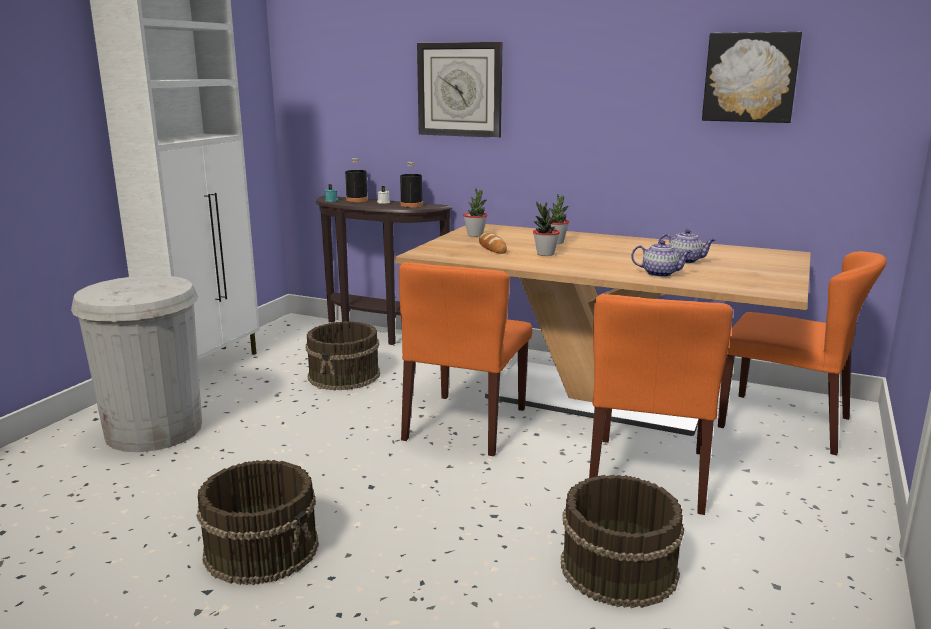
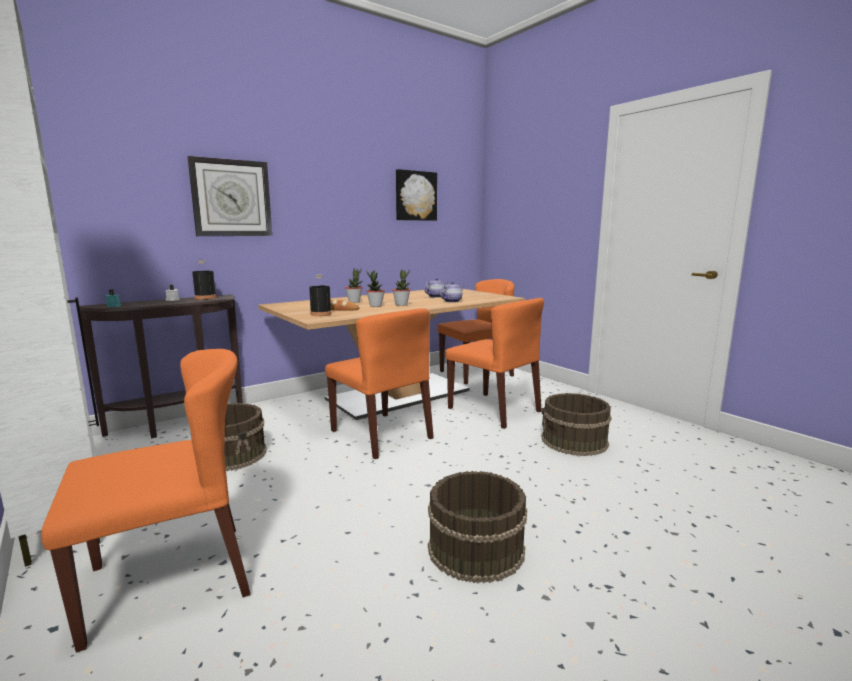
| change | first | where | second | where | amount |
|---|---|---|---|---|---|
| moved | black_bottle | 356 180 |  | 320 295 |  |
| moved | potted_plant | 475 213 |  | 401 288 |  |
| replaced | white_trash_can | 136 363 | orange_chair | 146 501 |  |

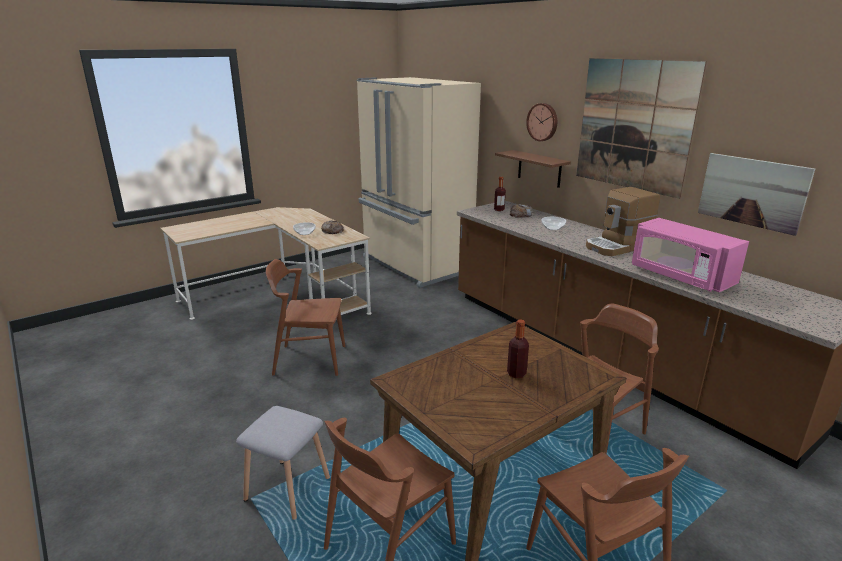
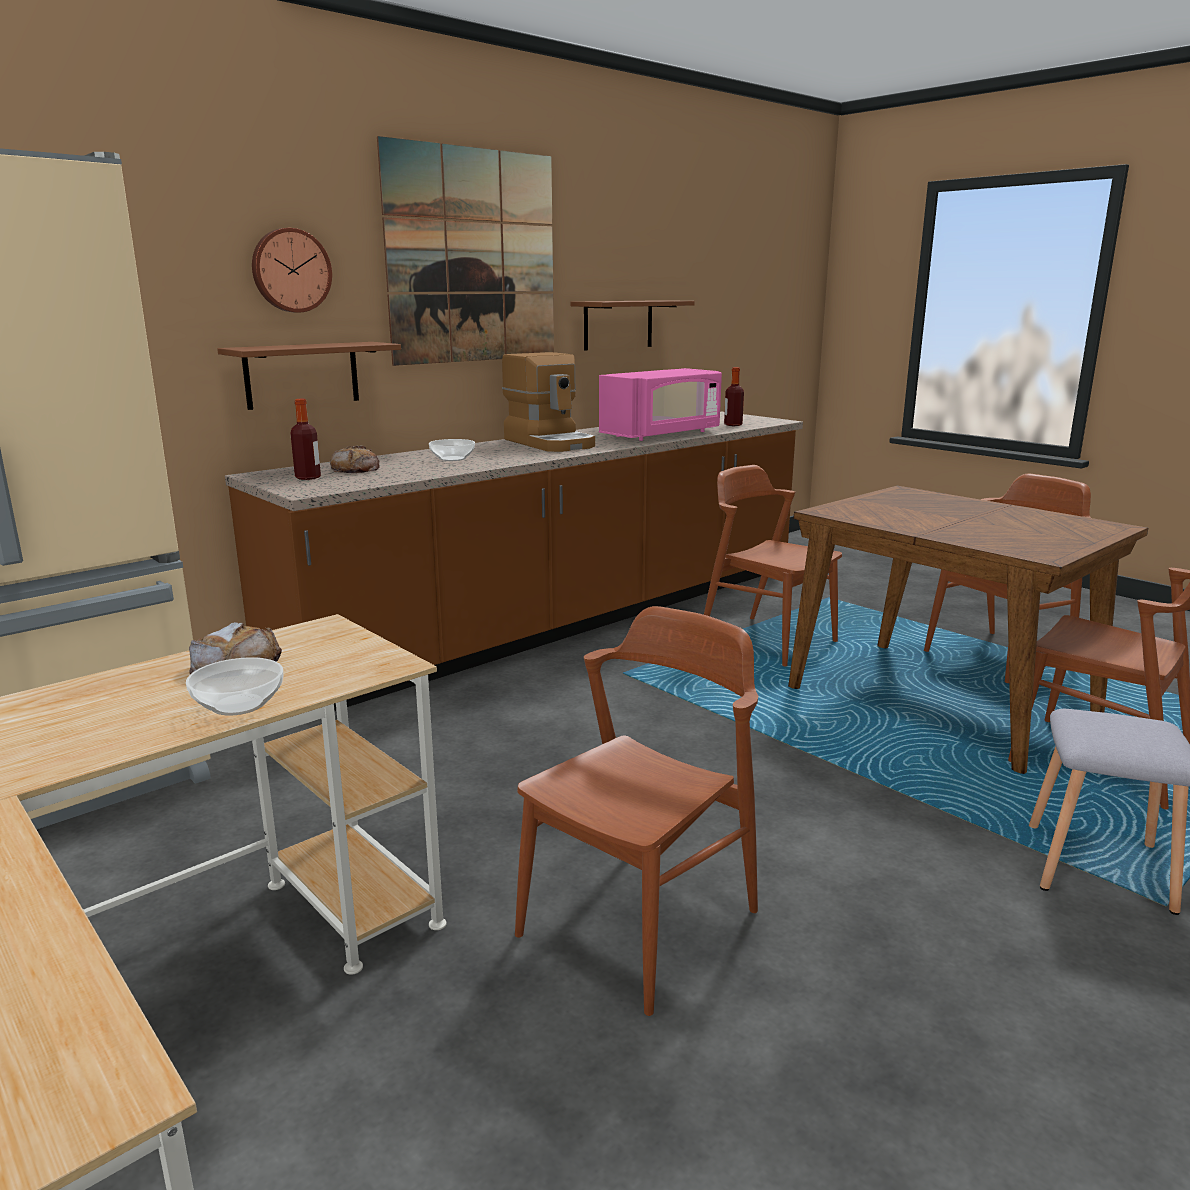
| change | first | where | second | where | amount |
|---|---|---|---|---|---|
| moved | bottle | 518 348 |  | 734 396 |  |
| replaced | picture | 756 194 | brown_shelf | 633 325 |  |
| turned | brown_chair | 305 317 |  | 636 811 | 135 degrees counterclockwise |

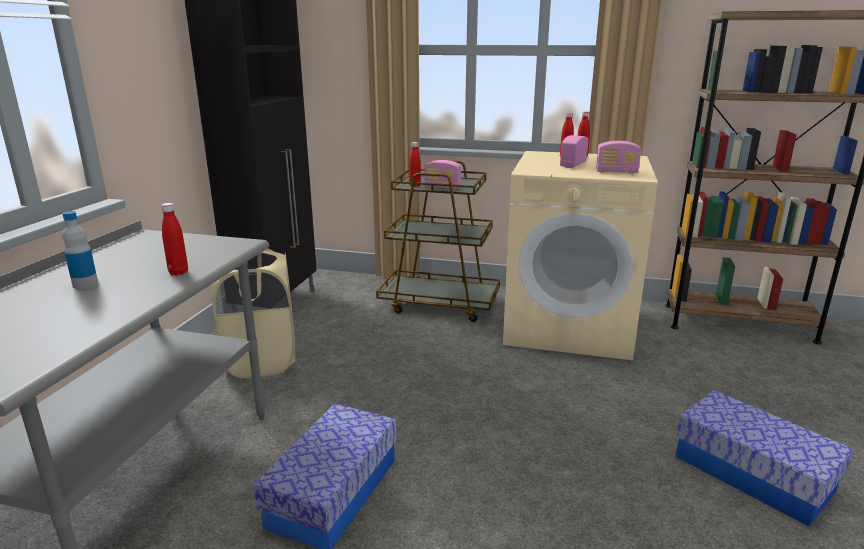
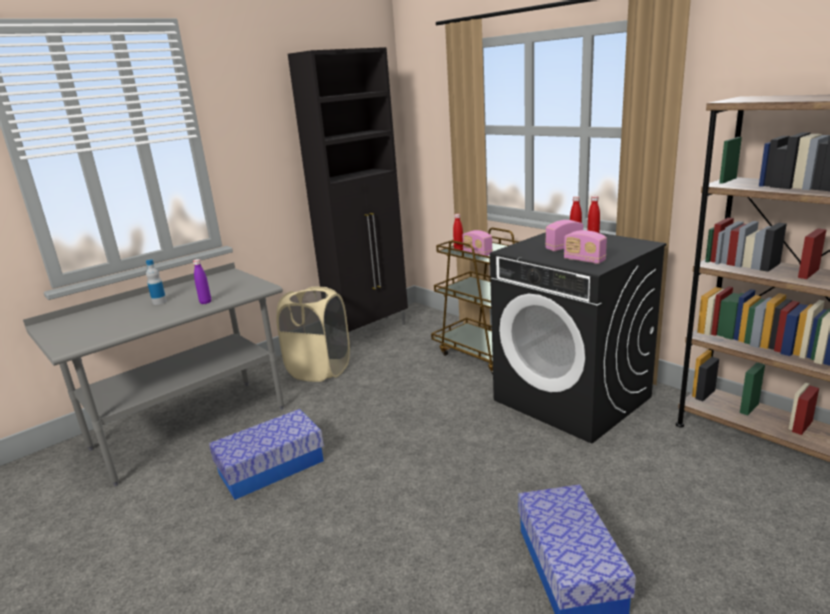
| change | first | where | second | where | amount |
|---|---|---|---|---|---|
| recoloured | red_bottle | 174 239 | purple_bottle | 202 281 |  |
| recoloured | beige_washing_machine | 580 255 | black_washing_machine | 578 338 |  |

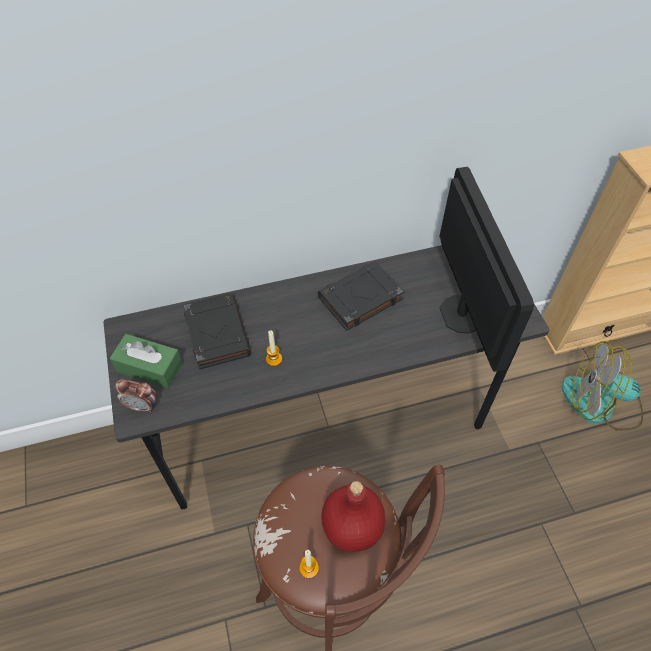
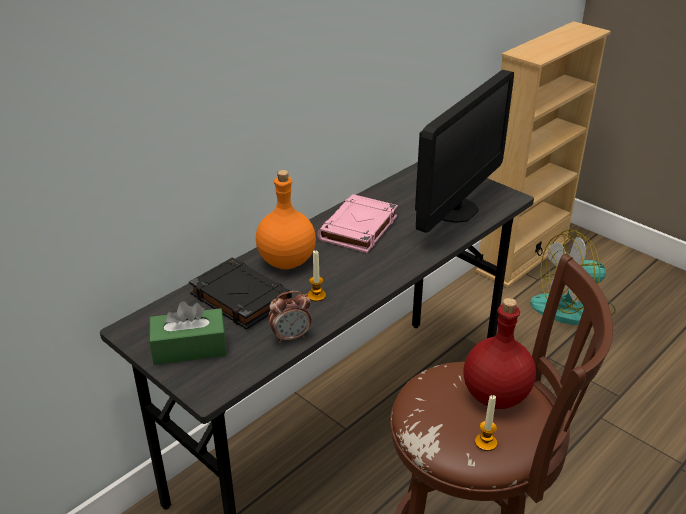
| change | first | where | second | where | amount |
|---|---|---|---|---|---|
| added |  |  | orange_bottle | 286 219 |  |
| moved | alarm_clock | 136 395 |  | 289 317 |  |
| recoloured | black_book | 361 296 | pink_book | 357 223 |  |
| turned | monitor | 486 269 |  | 464 151 | 75 degrees clockwise |

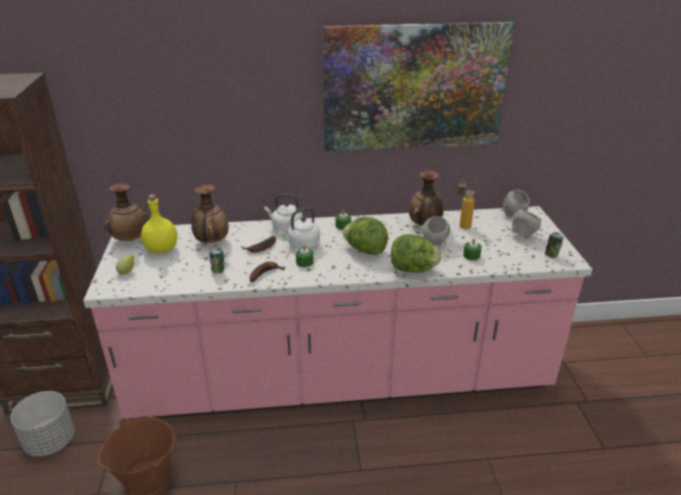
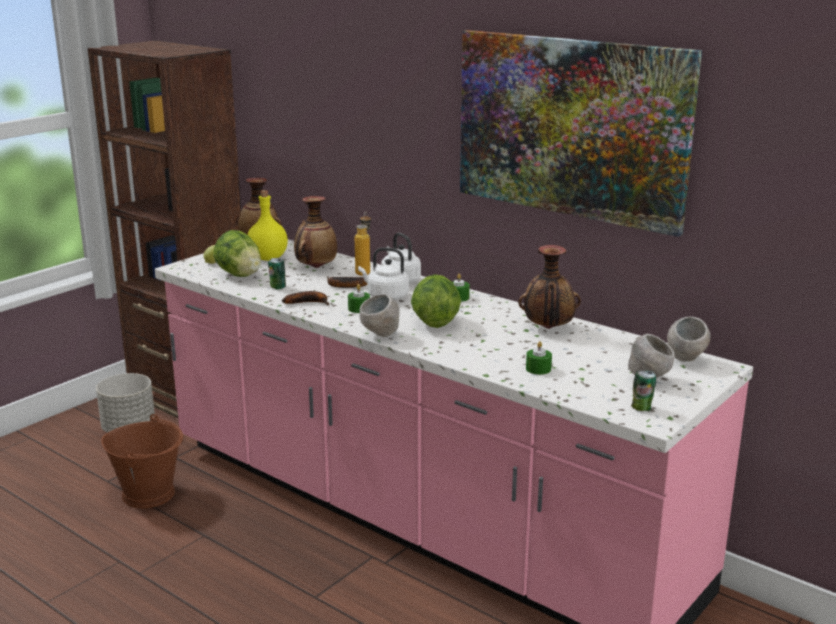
| change | first | where | second | where | amount |
|---|---|---|---|---|---|
| moved | lettuce | 416 253 |  | 237 253 |  |
| moved | grey_bowl | 436 230 |  | 380 315 |  |
| moved | bottle | 466 204 |  | 363 243 |  |

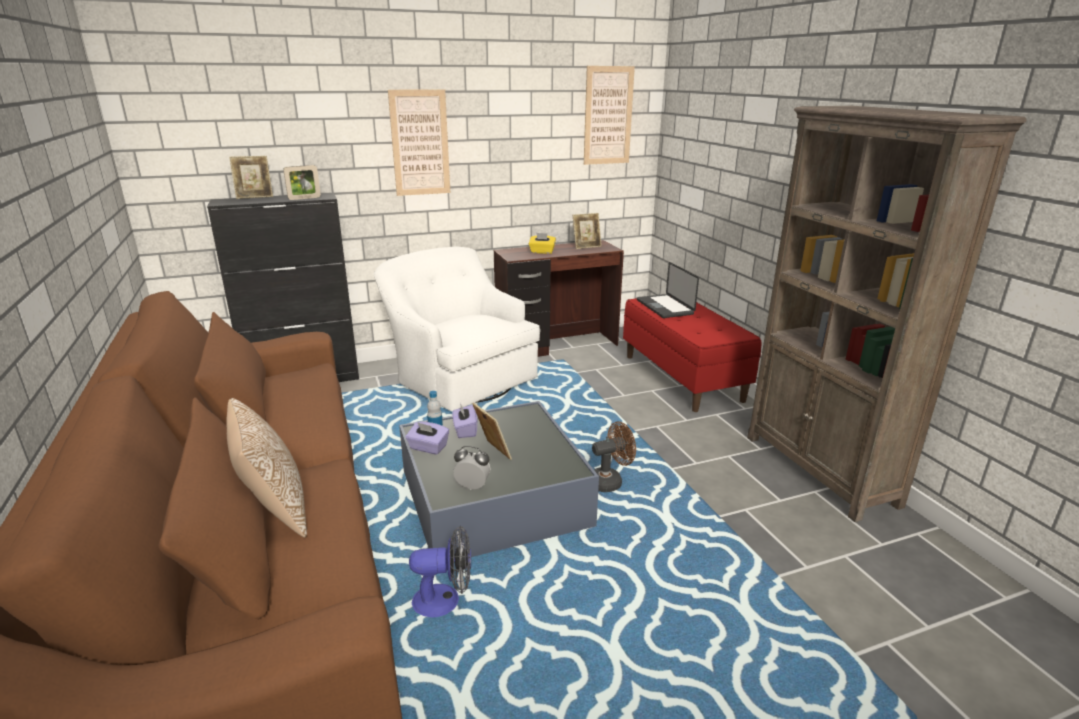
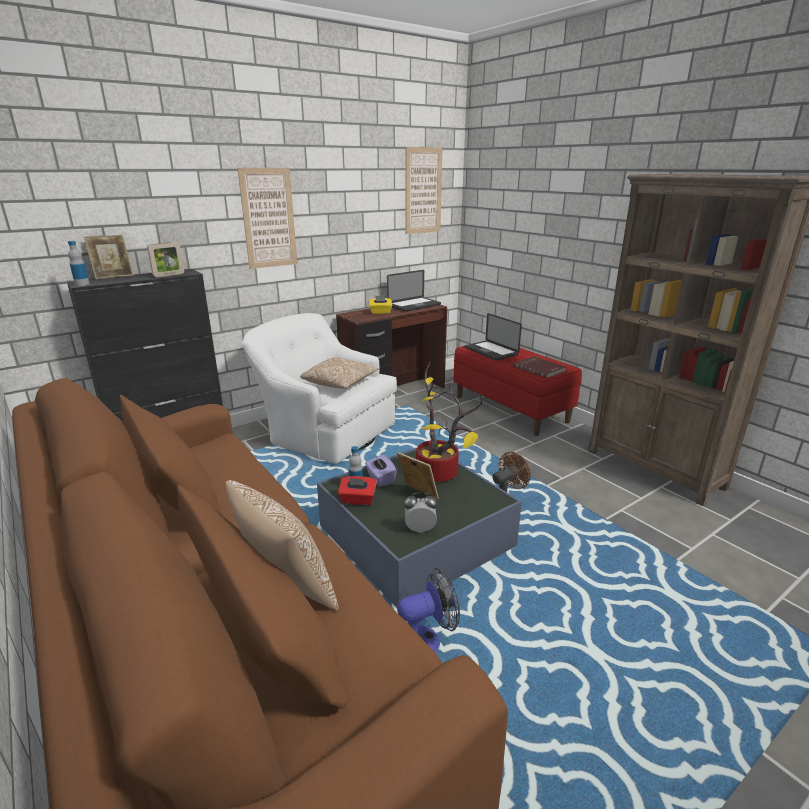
| change | first | where | second | where | amount |
|---|---|---|---|---|---|
| added |  |  | bottle | 78 263 |  |
| added |  |  | pillow | 339 373 |  |
| added |  |  | potted_plant | 449 421 |  |
| added |  |  | red_book | 540 367 |  |
| replaced | picture_frame | 587 231 | laptop | 414 291 |  |
| recoloured | purple_tissue_box | 427 438 | red_tissue_box | 357 490 |  |

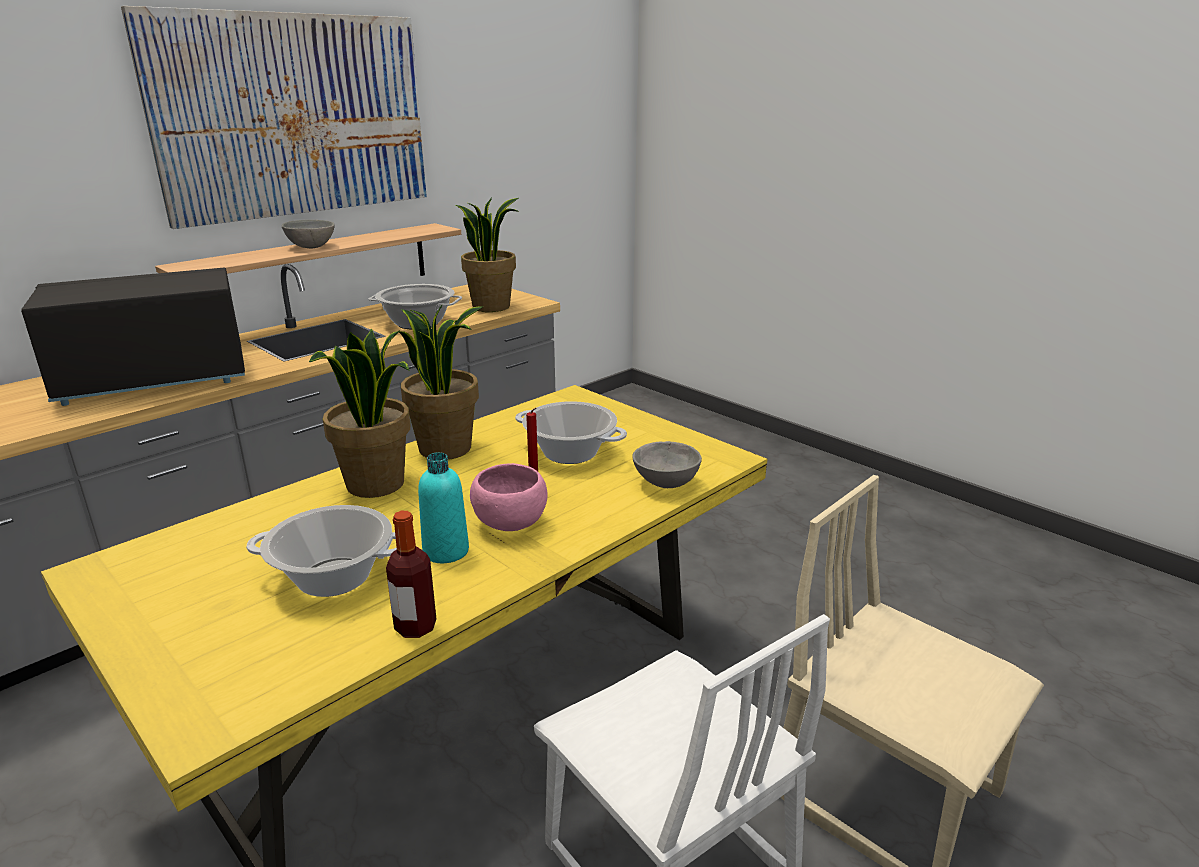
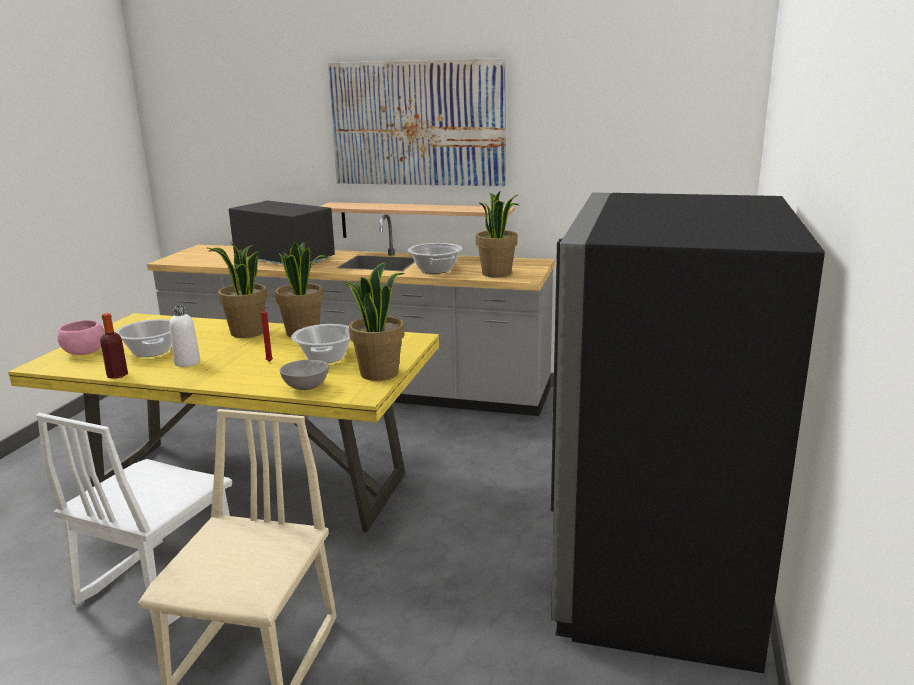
| change | first | where | second | where | amount |
|---|---|---|---|---|---|
| removed | grey_bowl | 308 234 |  |  |  |
| added |  |  | potted_plant | 374 321 |  |
| added |  |  | black_fridge | 688 433 |  |
| moved | pink_bowl | 509 497 |  | 81 337 |  |
| recoloured | turquoise_bottle | 443 507 | white_bottle | 185 336 |  |

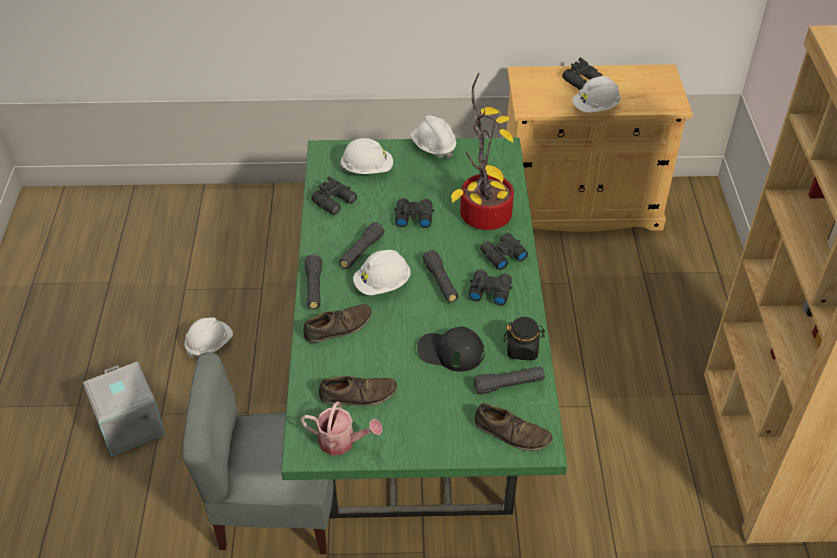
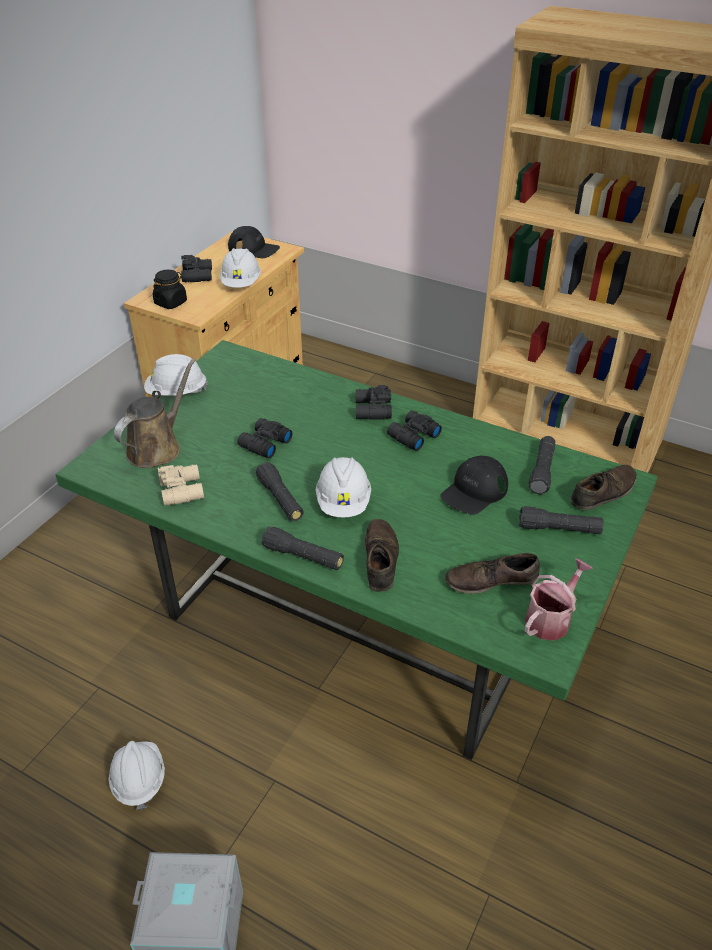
| change | first | where | second | where | amount |
|---|---|---|---|---|---|
| removed | grey_chair | 257 453 |  |  |  |
| removed | potted_plant | 482 151 |  |  |  |
| added |  |  | black_cap | 254 242 |  |
| moved | black_flashlight | 440 276 |  | 561 520 |  |
| moved | black_jar | 524 338 |  | 170 289 |  |
| replaced | white_hard_hat | 366 156 | brown_watering_can | 155 413 |  |
| recoloured | black_binoculars | 334 195 | beige_binoculars | 181 485 |  |
| turned | brown_shoe | 358 391 |  | 492 573 | 120 degrees counterclockwise |

